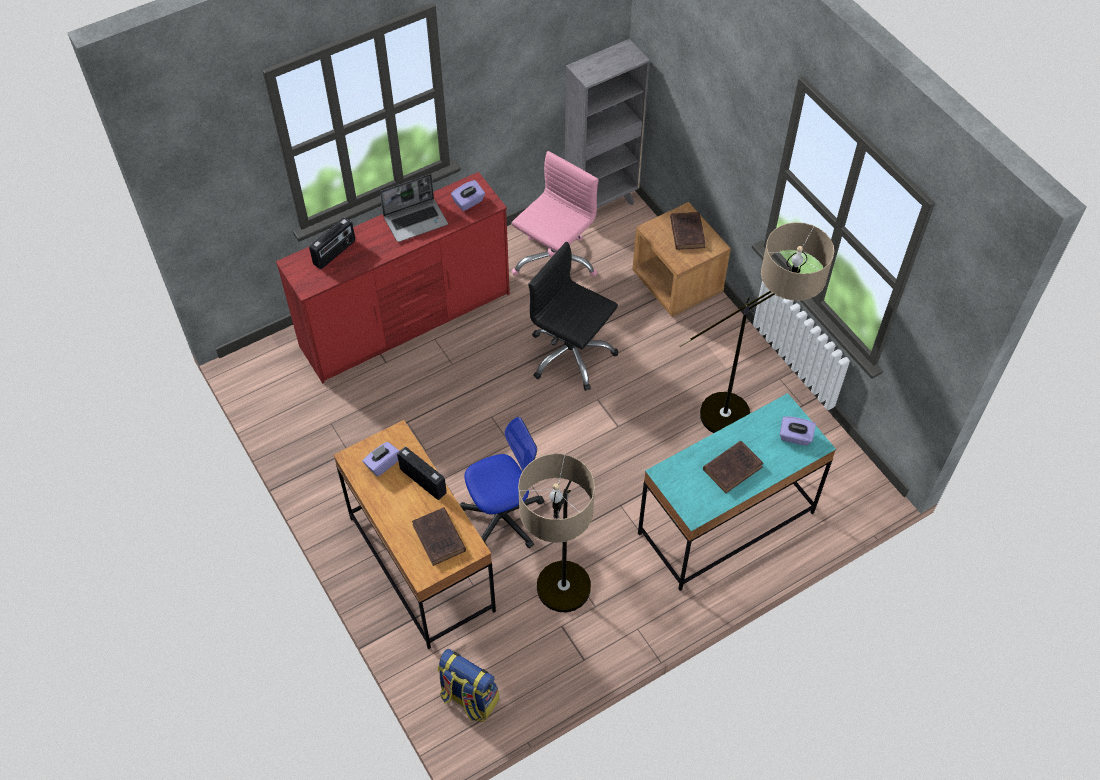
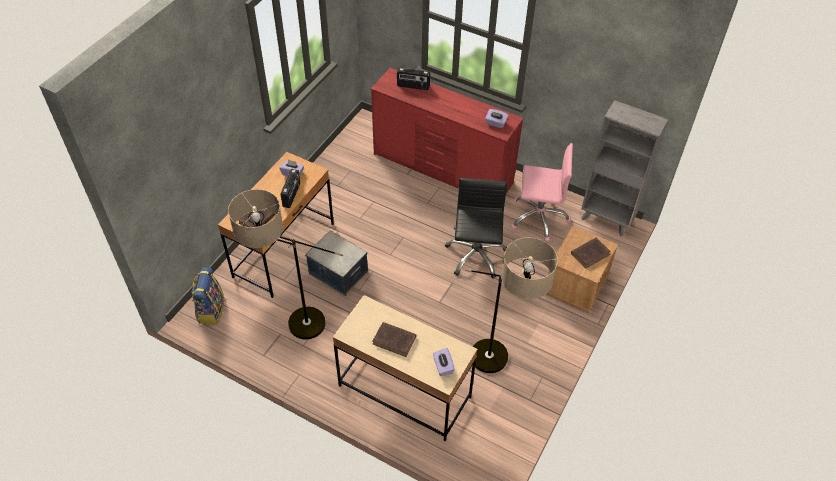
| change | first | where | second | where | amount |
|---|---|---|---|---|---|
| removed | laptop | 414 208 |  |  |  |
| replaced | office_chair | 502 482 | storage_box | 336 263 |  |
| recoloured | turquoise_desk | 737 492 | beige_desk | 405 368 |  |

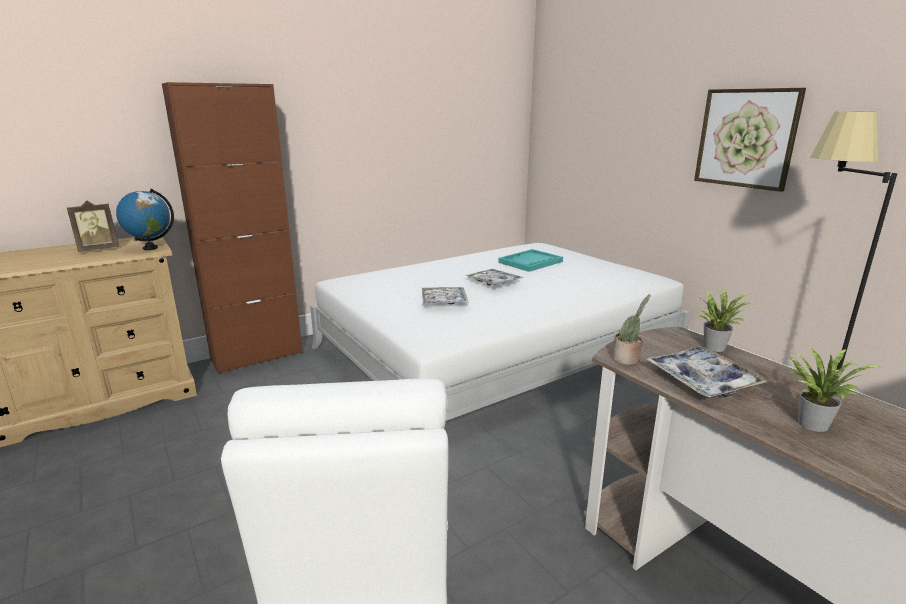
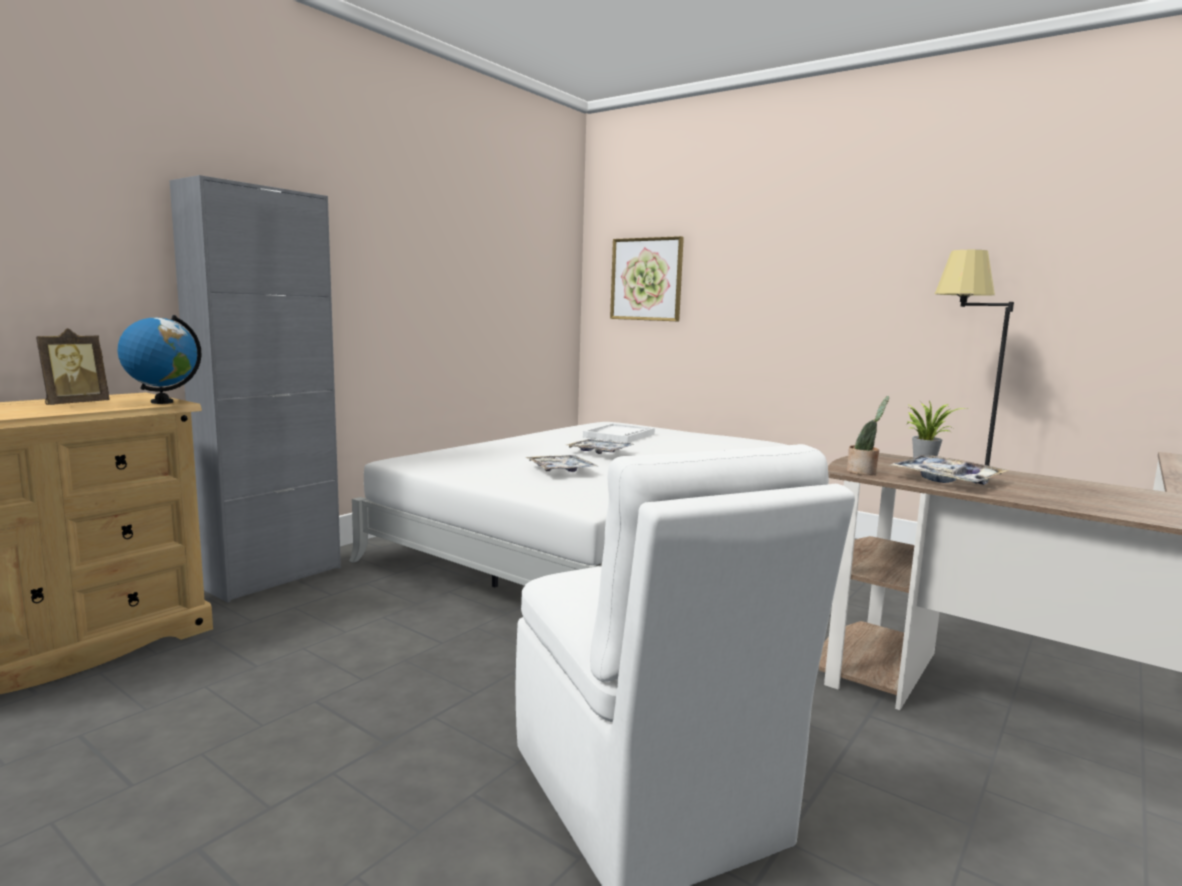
| change | first | where | second | where | amount |
|---|---|---|---|---|---|
| removed | potted_plant | 836 388 |  |  |  |
| moved | picture | 750 140 |  | 647 278 |  |
| recoloured | brown_cabinet | 232 228 | grey_cabinet | 255 389 |  |
| recoloured | turquoise_tray | 530 260 | white_tray | 619 433 |  |

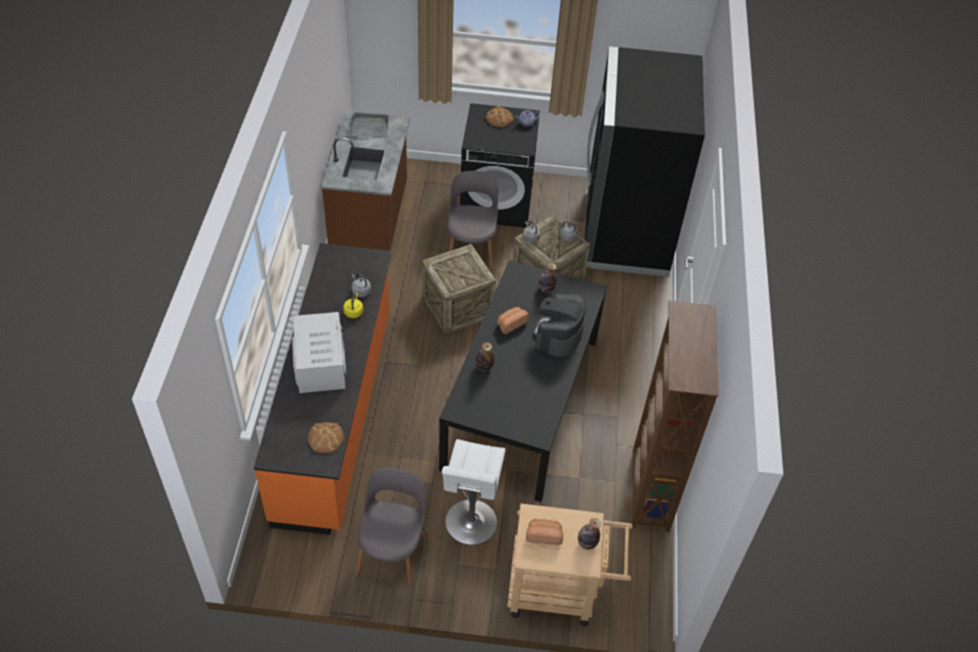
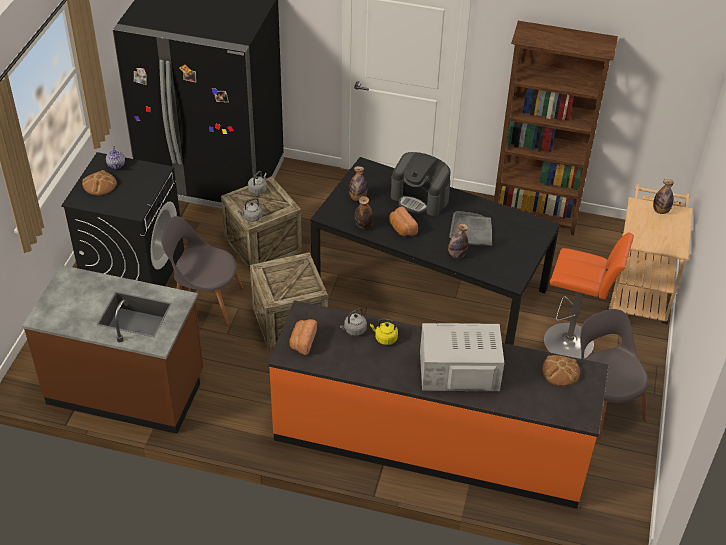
| change | first | where | second | where | amount |
|---|---|---|---|---|---|
| added |  |  | bottle | 364 212 |  |
| moved | grey_tray | 369 124 |  | 470 228 |  |
| moved | bread | 544 532 |  | 303 337 |  |
| recoloured | white_stool | 474 492 | orange_stool | 589 295 |  |
| turned | grey_chair | 391 527 |  | 614 374 | 45 degrees clockwise |

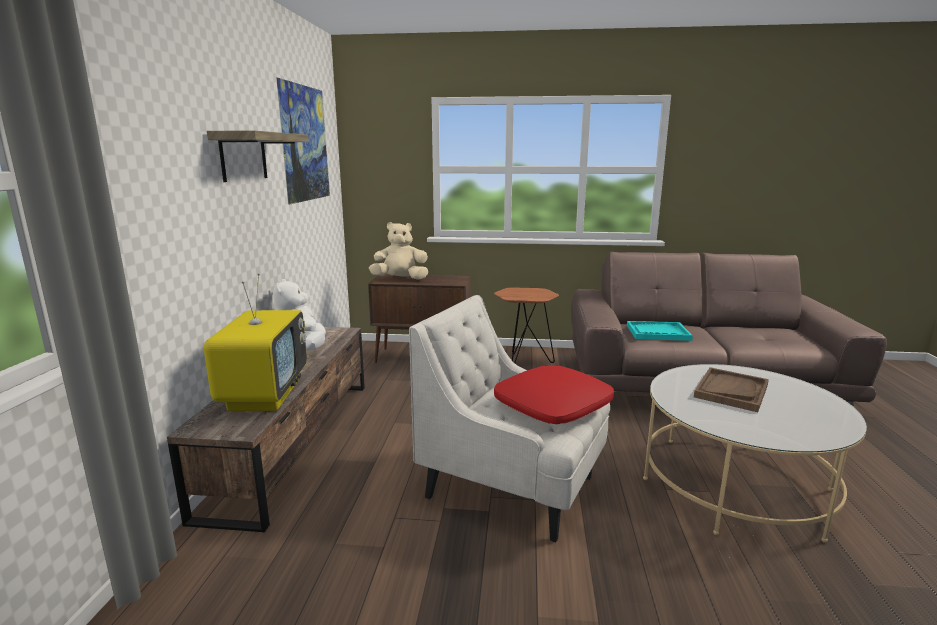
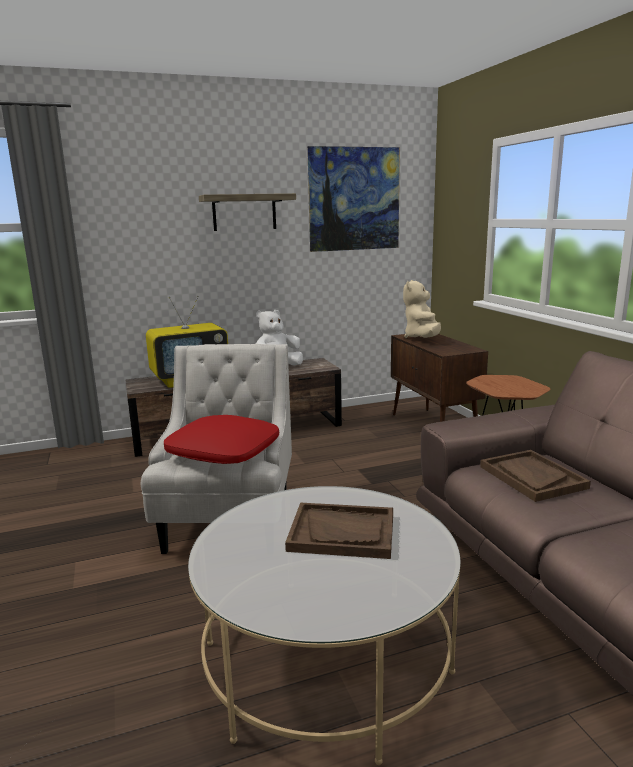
| change | first | where | second | where | amount |
|---|---|---|---|---|---|
| recoloured | turquoise_tray | 660 331 | brown_tray | 535 476 |  |
| turned | beige_plush_toy | 398 251 |  | 422 309 | 135 degrees counterclockwise |

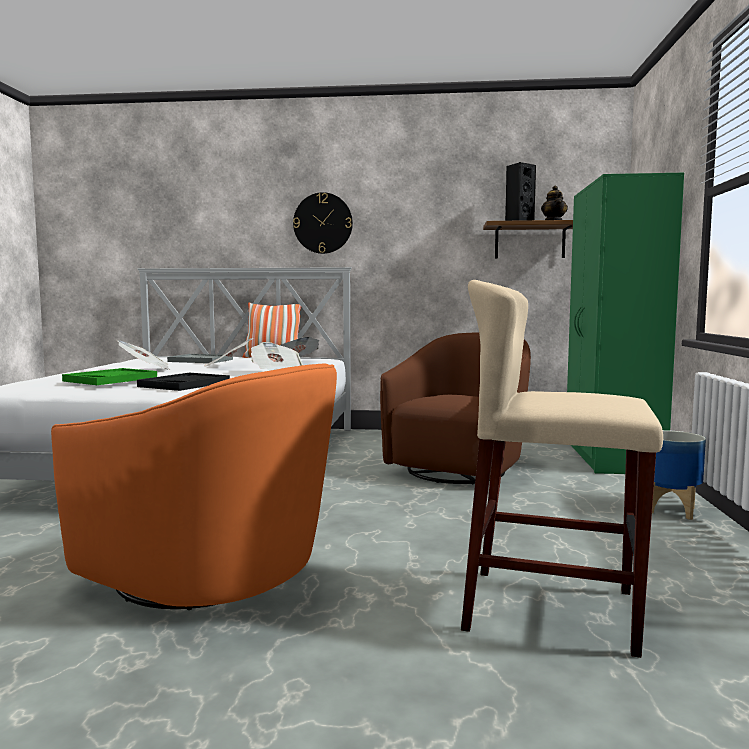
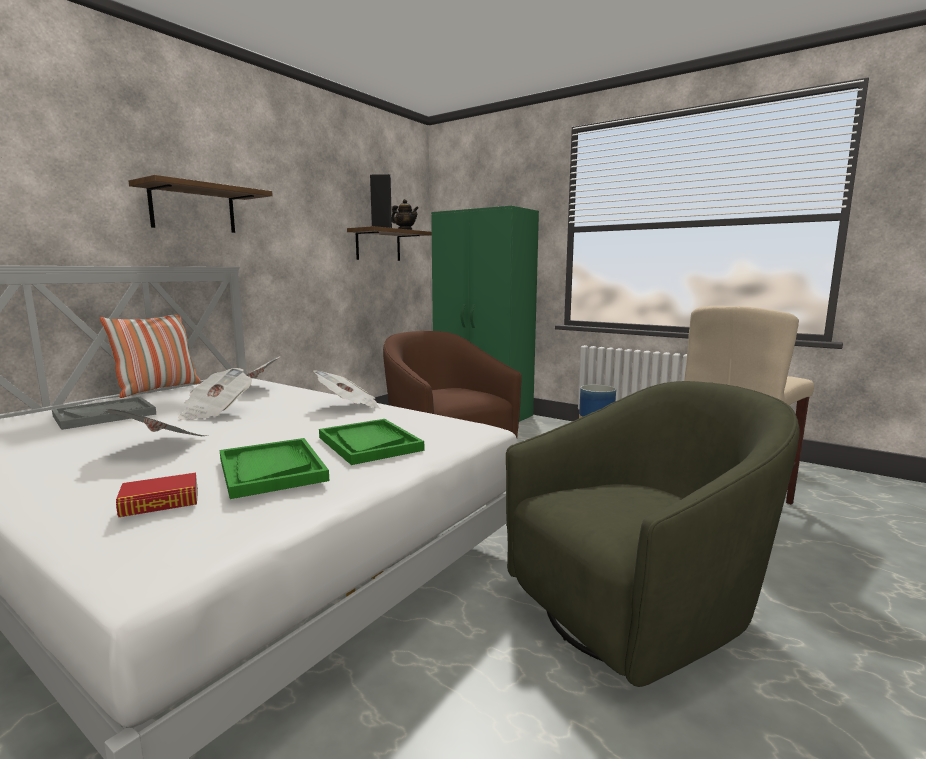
| change | first | where | second | where | amount |
|---|---|---|---|---|---|
| added |  |  | book | 157 495 |  |
| replaced | wall_clock | 323 223 | shelf | 201 204 |  |
| recoloured | orange_armchair | 194 486 | green_armchair | 653 534 |  |
| recoloured | black_tray | 183 382 | green_tray | 371 442 |  |

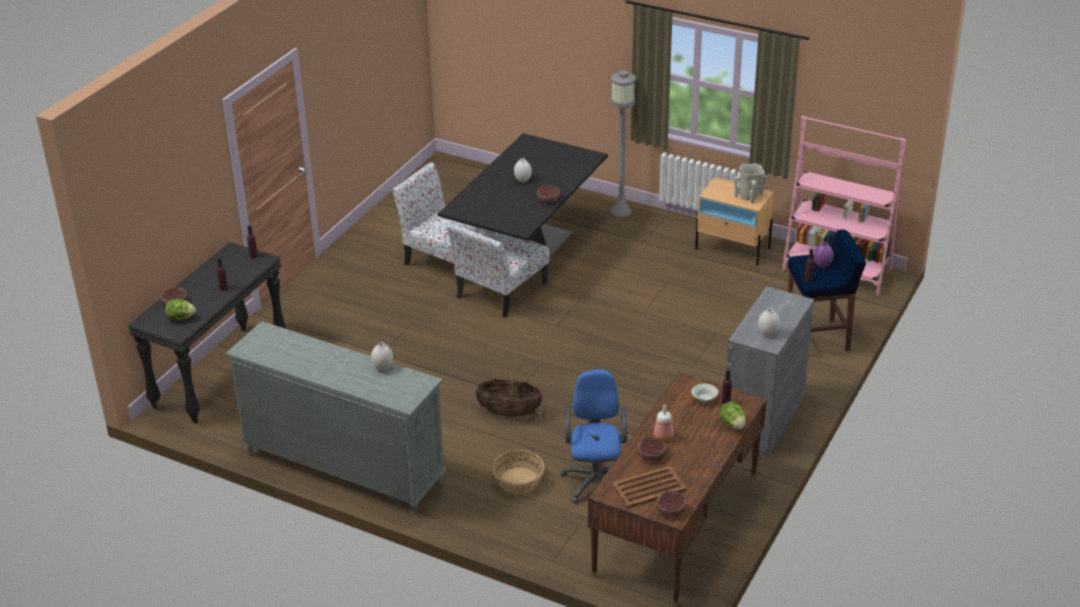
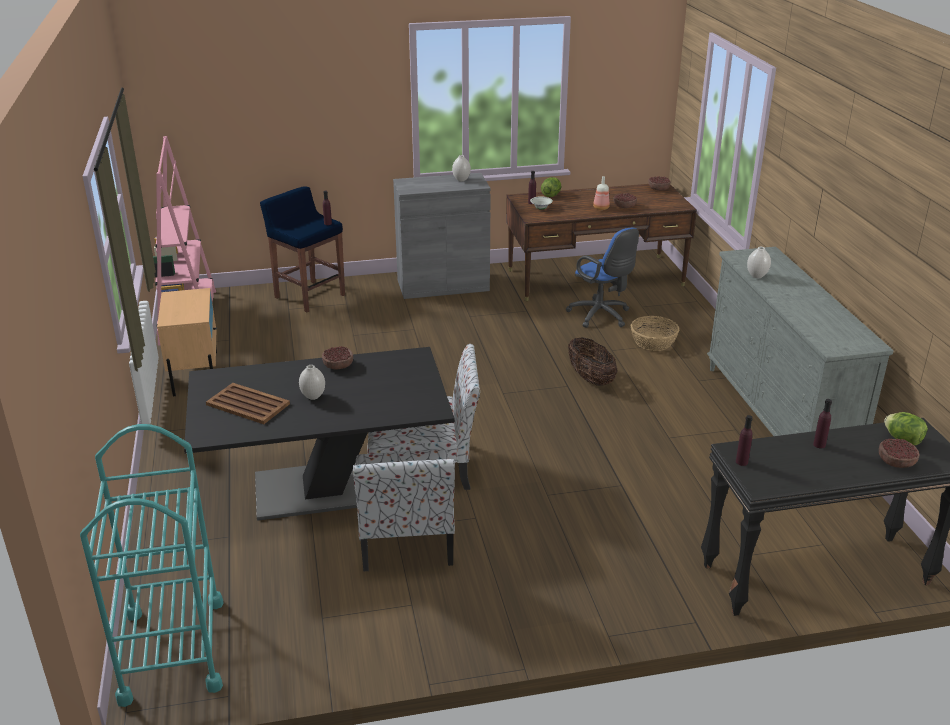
| change | first | where | second | where | amount |
|---|---|---|---|---|---|
| removed | grey_floor_lamp | 623 143 |  |  |  |
| removed | beige_vase | 750 183 |  |  |  |
| removed | purple_vase | 823 255 |  |  |  |
| added |  |  | turquoise_cart | 151 565 |  |
| moved | brown_tray | 649 487 |  | 248 403 |  |
| turned | blue_office_chair | 593 436 |  | 602 278 | 90 degrees counterclockwise |

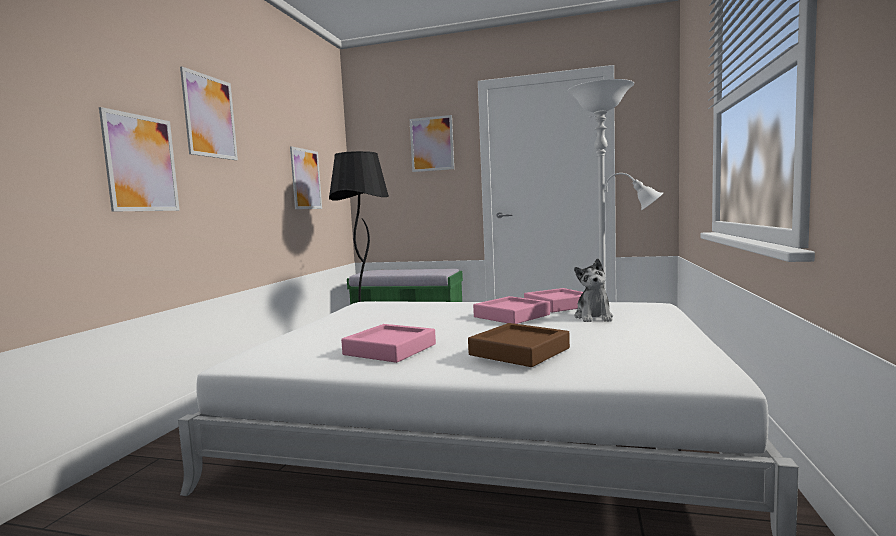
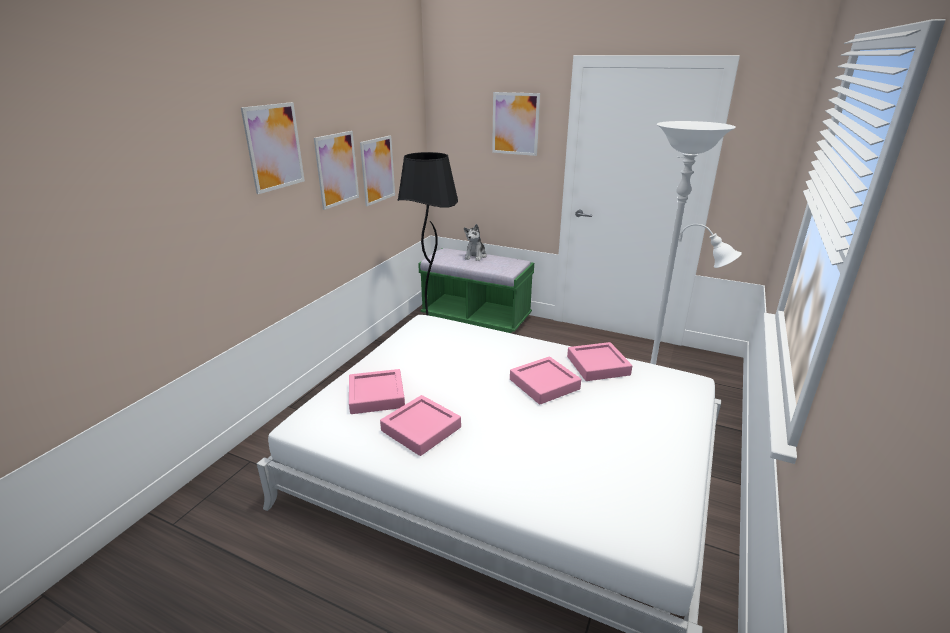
| change | first | where | second | where | amount |
|---|---|---|---|---|---|
| removed | brown_tray | 519 345 |  |  |  |
| added |  |  | pink_tray | 377 391 |  |
| moved | picture | 139 159 |  | 336 170 |  |
| moved | plush_toy | 593 290 |  | 475 242 |  |

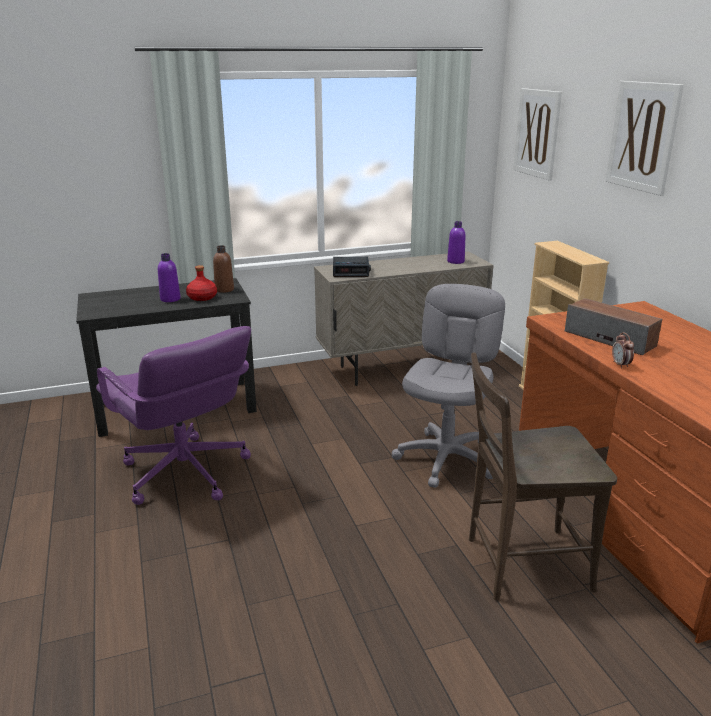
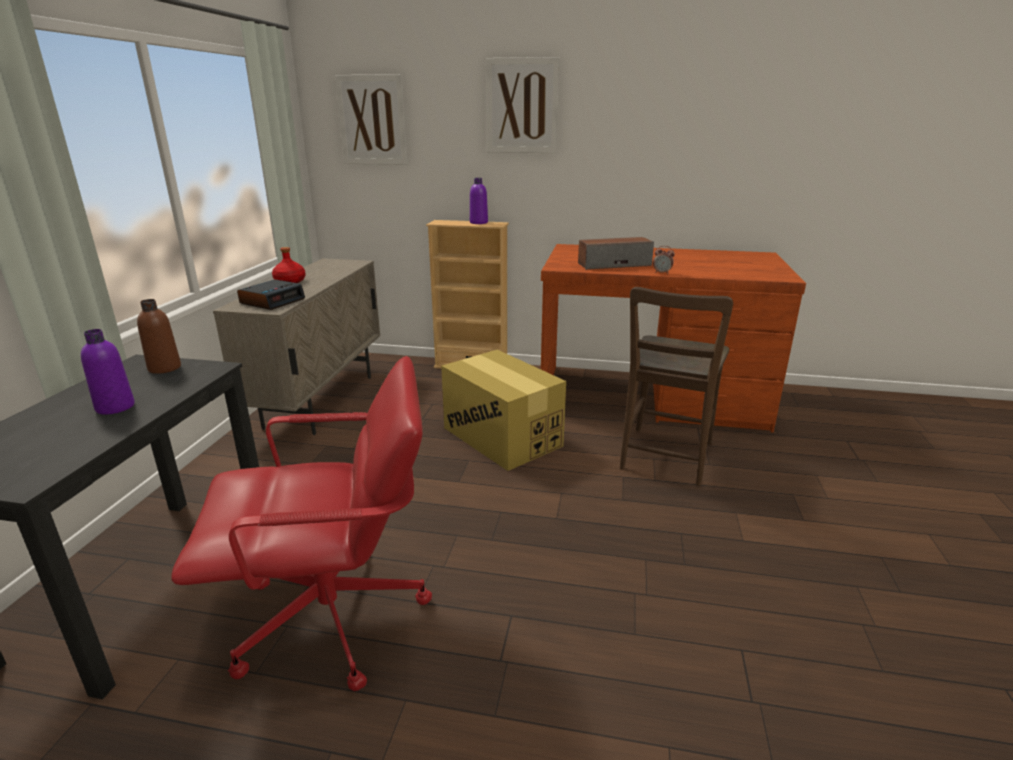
| change | first | where | second | where | amount |
|---|---|---|---|---|---|
| moved | red_bottle | 201 283 |  | 289 265 |  |
| moved | purple_bottle | 456 242 |  | 479 201 |  |
| replaced | grey_office_chair | 448 386 | cardboard_box | 503 410 |  |
| recoloured | purple_office_chair | 173 415 | red_office_chair | 301 523 |  |

